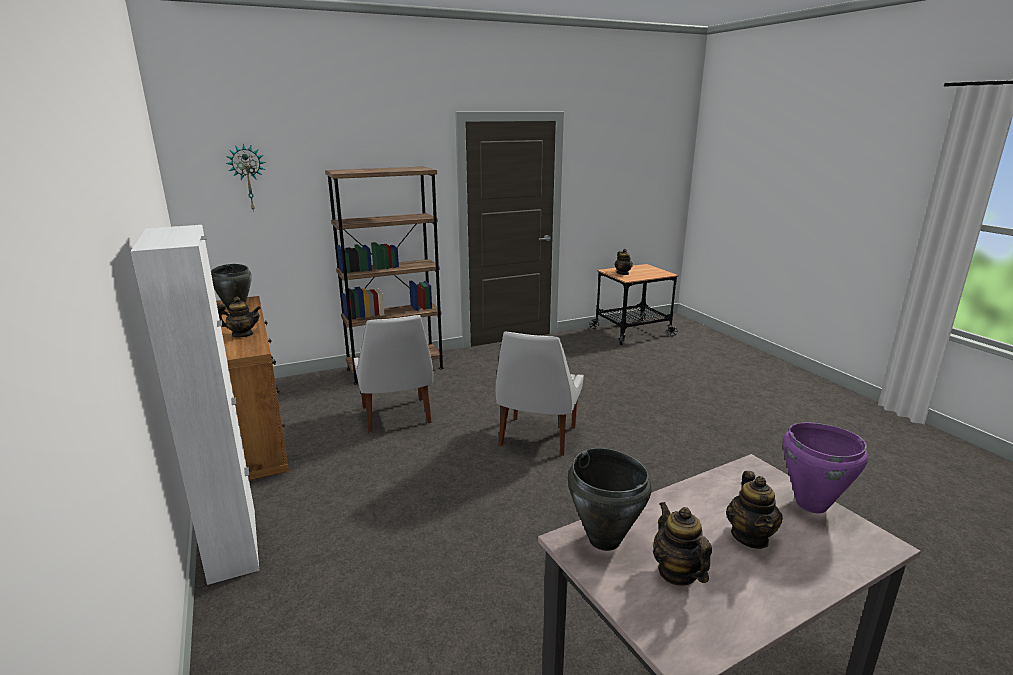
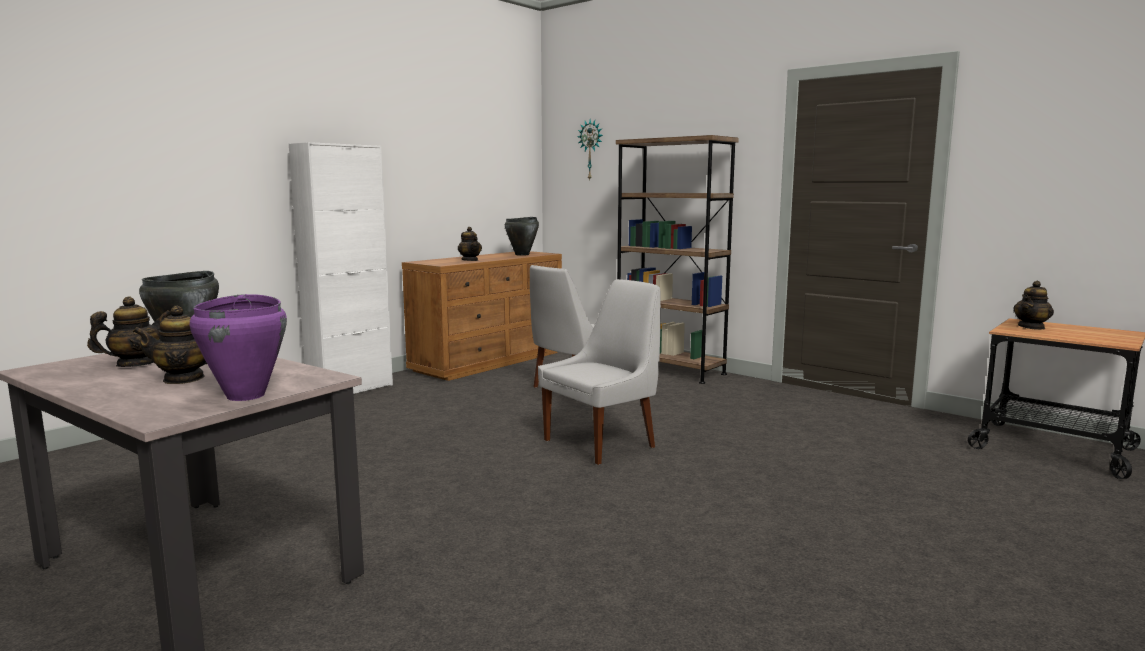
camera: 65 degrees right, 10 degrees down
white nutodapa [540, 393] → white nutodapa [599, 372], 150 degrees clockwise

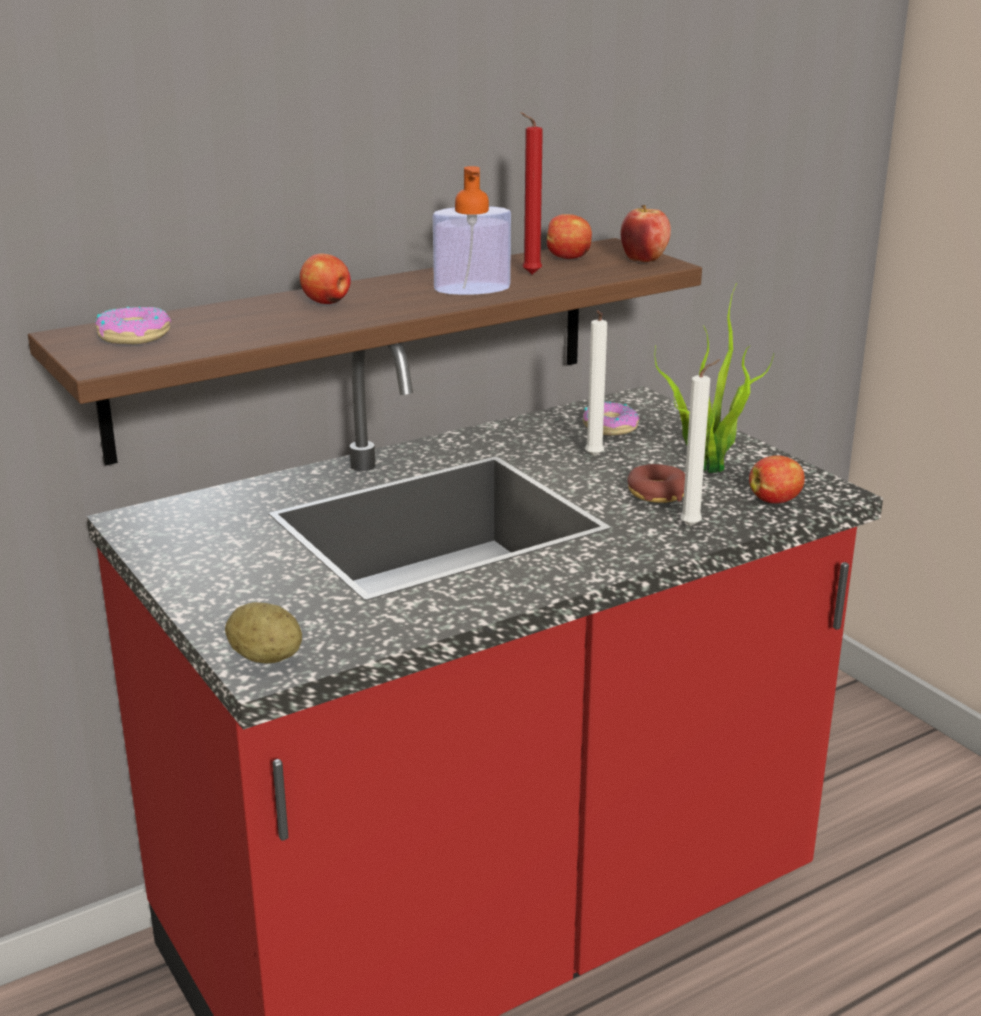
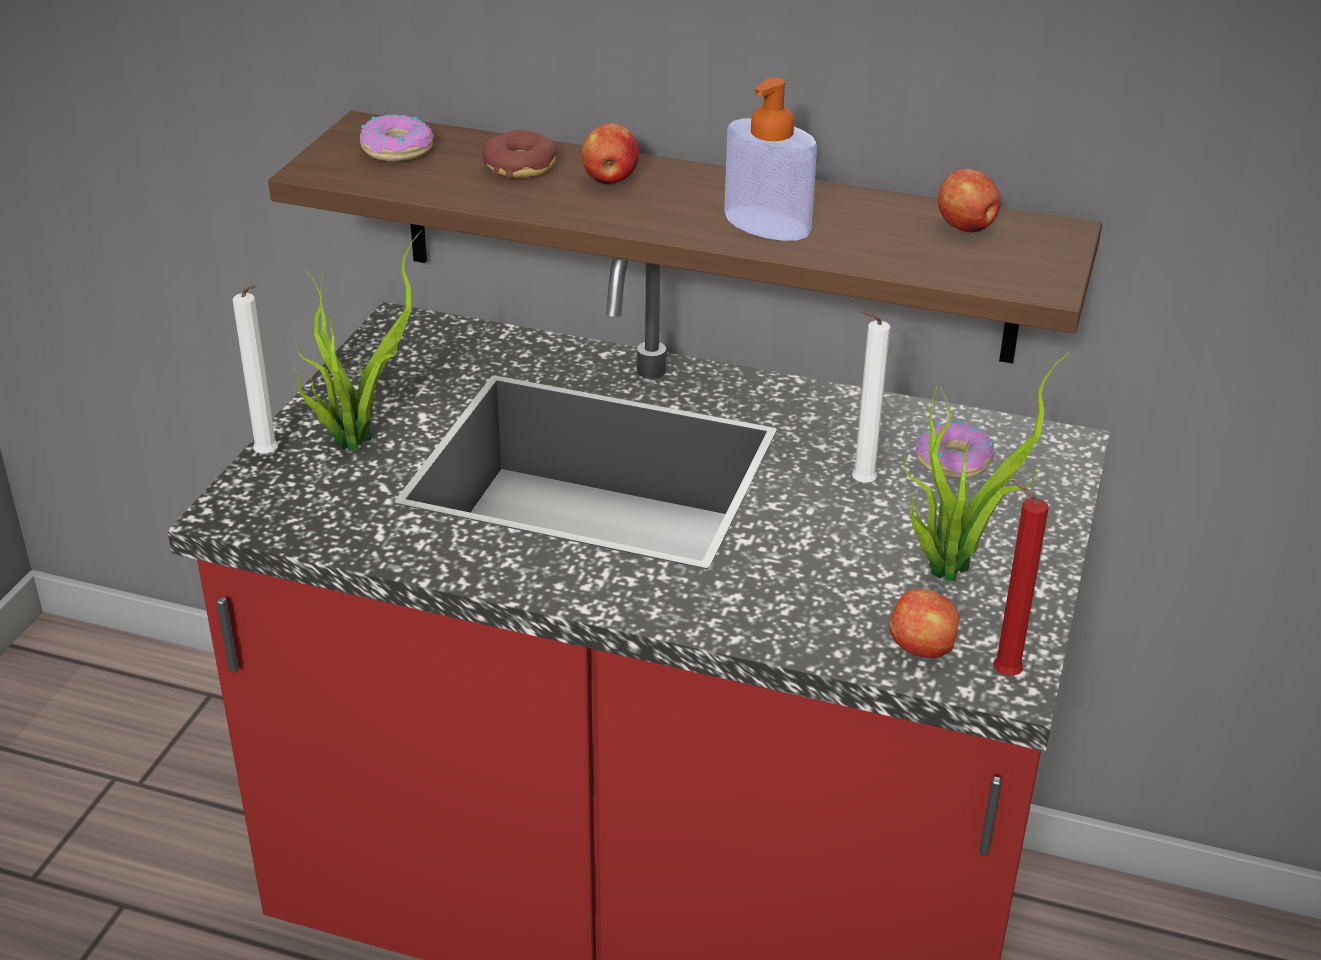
camera: 50 degrees right, 10 degrees up
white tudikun [700, 442] → white tudikun [255, 370], shifted
- → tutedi [357, 340]
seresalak [656, 483] → seresalak [519, 154], shifted
red tudikun [531, 193] → red tudikun [1021, 578], shifted
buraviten [263, 633] → -
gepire [646, 233] → -

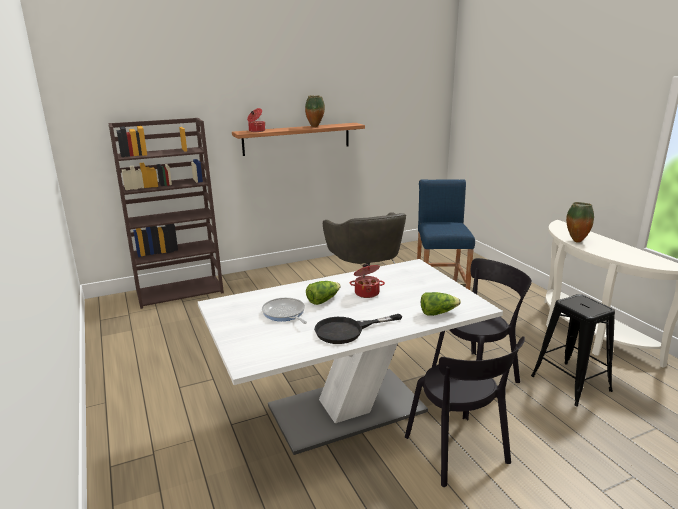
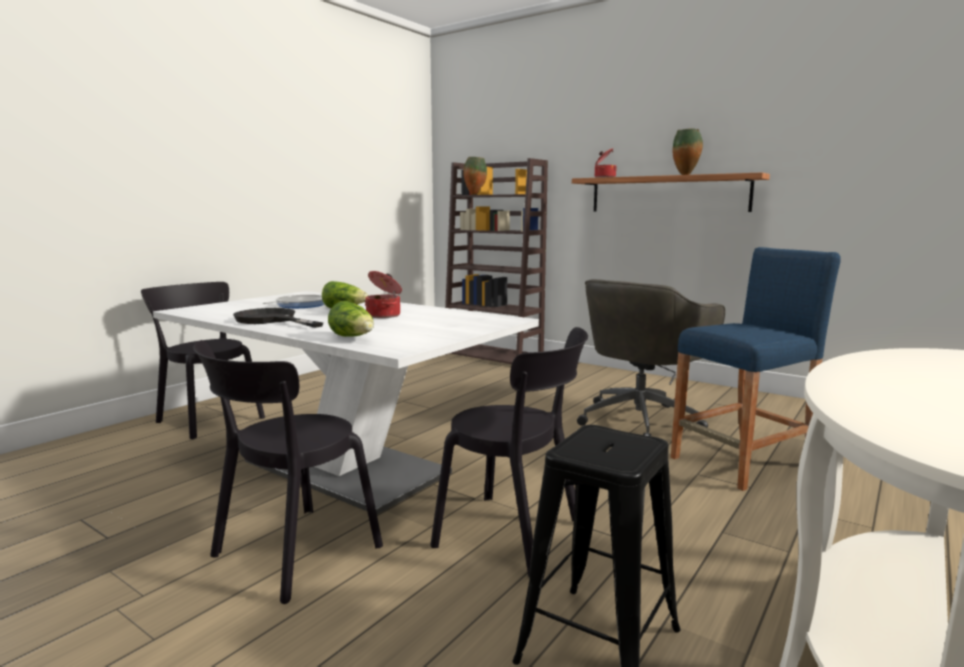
camera: 60 degrees right, 10 degrees down
- → black nutodapa [203, 360]
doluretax [580, 222] → doluretax [475, 176], shifted

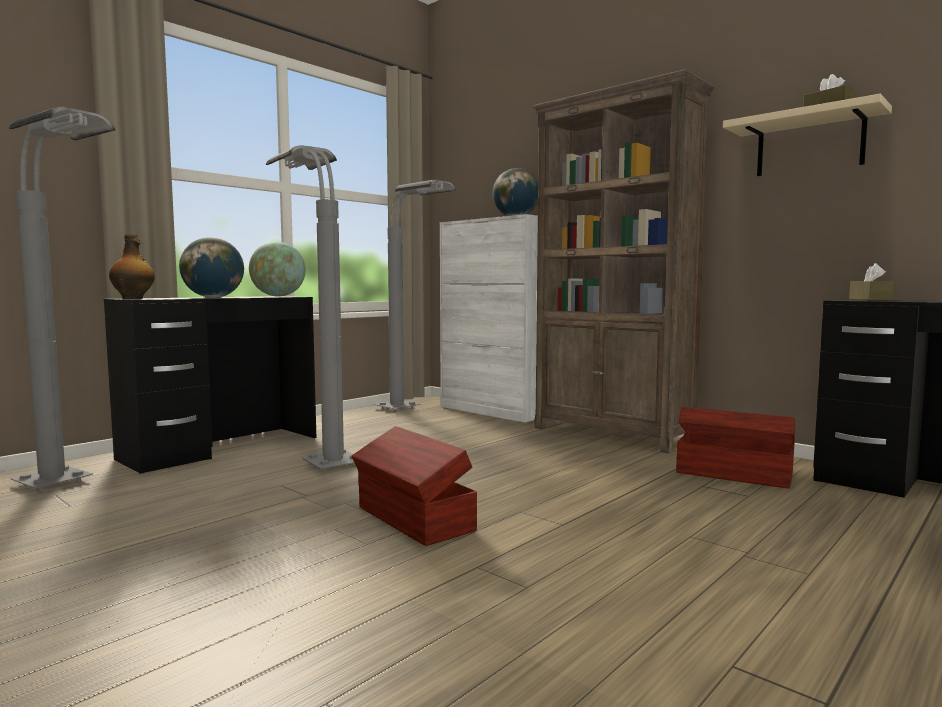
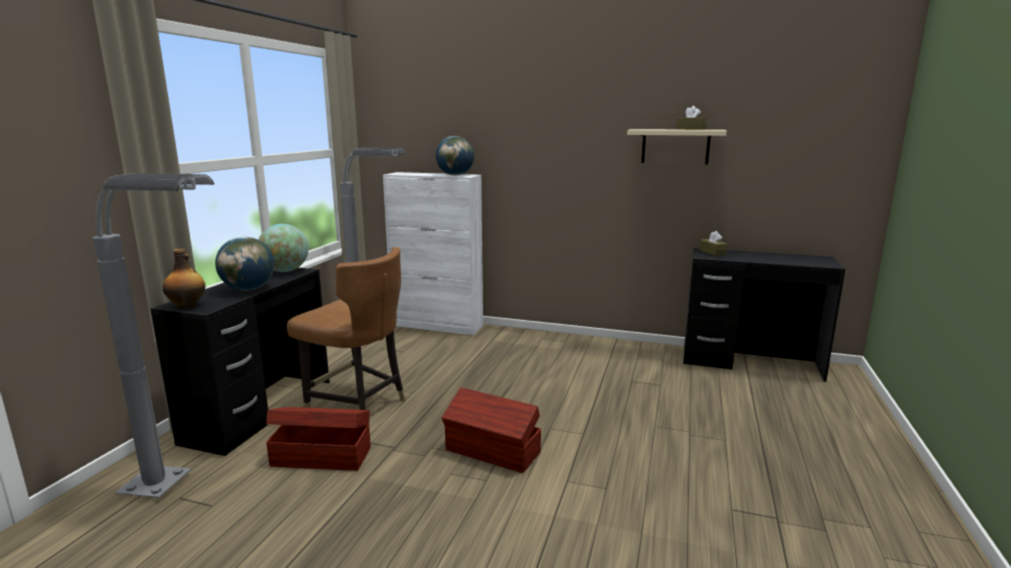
camera: 25 degrees left, 10 degrees up
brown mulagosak [735, 448] → brown mulagosak [318, 439], shifted
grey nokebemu [310, 308] → brown nutodapa [346, 328]
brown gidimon [624, 261] → -

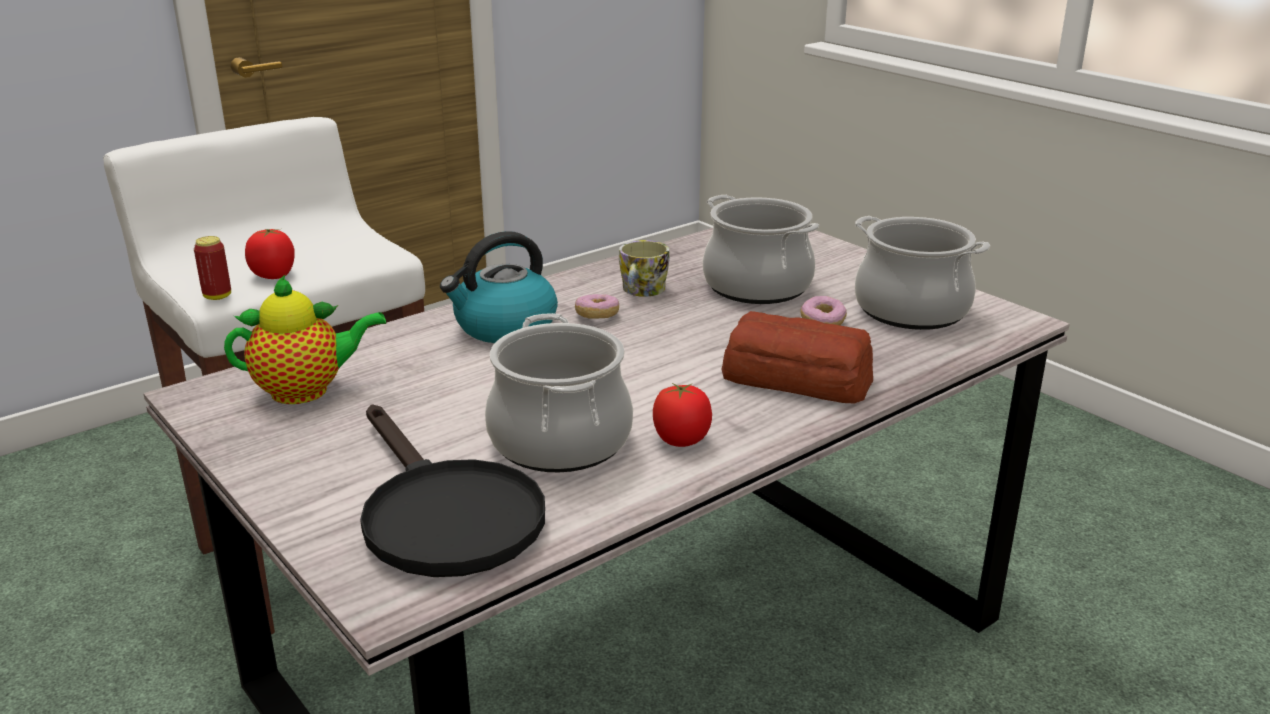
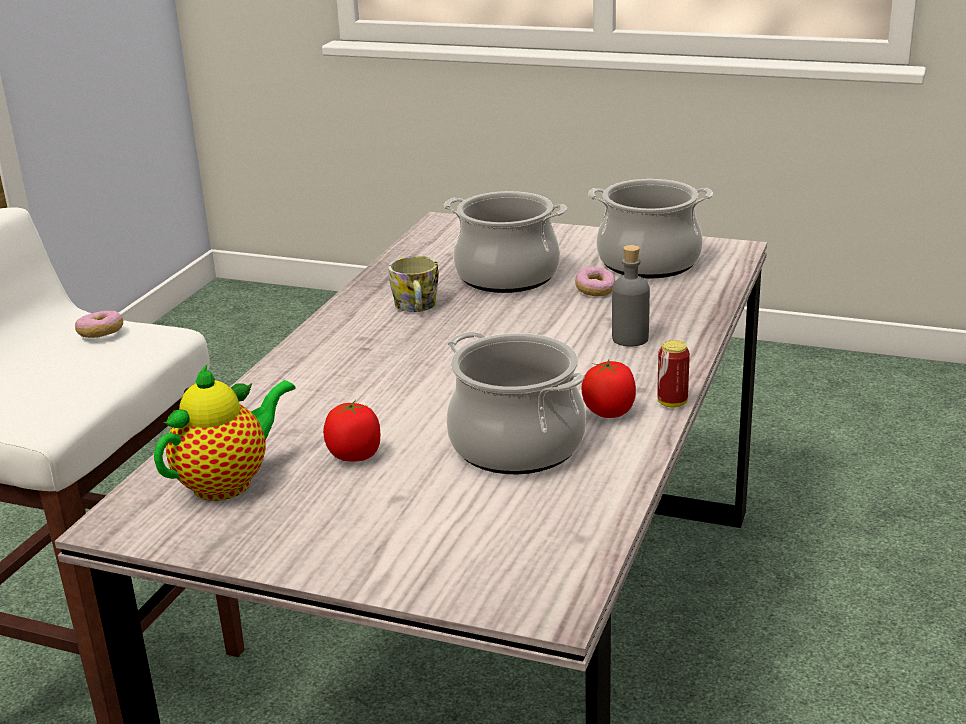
camera: 30 degrees left, 0 degrees up
seresalak [597, 306] → seresalak [99, 324], shifted
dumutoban [270, 254] → dumutoban [352, 431], shifted
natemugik [797, 357] → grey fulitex [631, 296]
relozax [212, 268] → relozax [673, 374], shifted
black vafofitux [452, 491] → -
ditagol [499, 287] → -

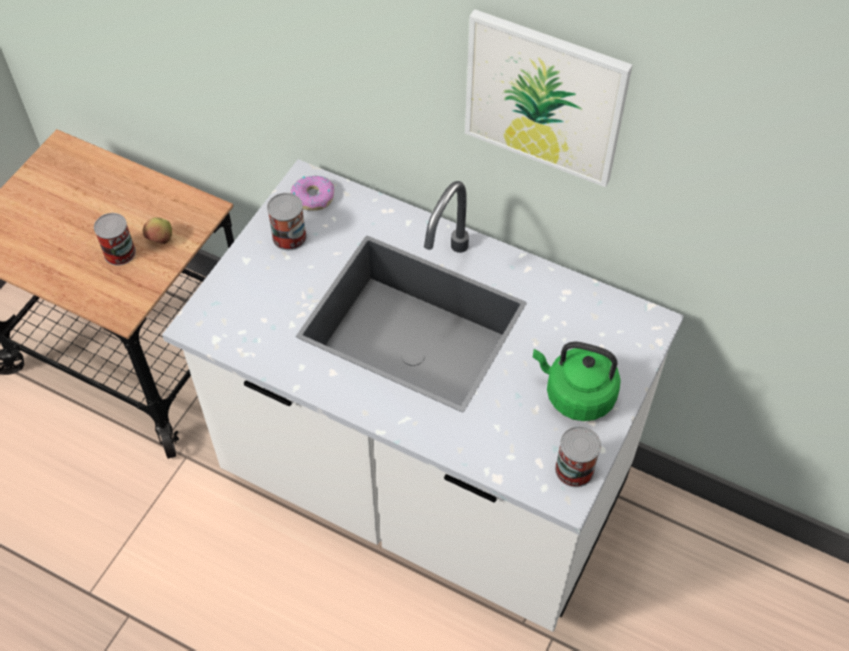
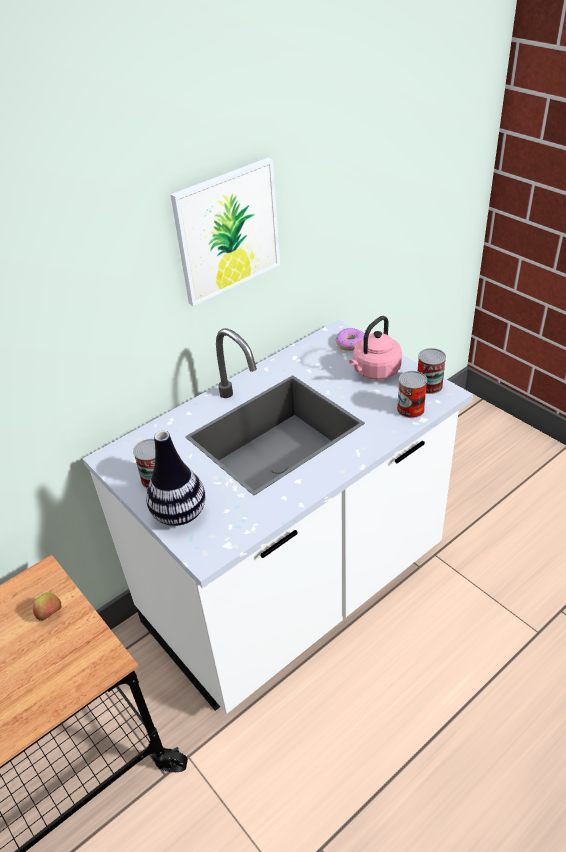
camera: 65 degrees left, 15 degrees down
- → doluretax [175, 478]
seresalak [312, 193] → seresalak [350, 339], shifted
green ditagol [577, 381] → pink ditagol [375, 348]
relozax [115, 239] → relozax [412, 394], shifted

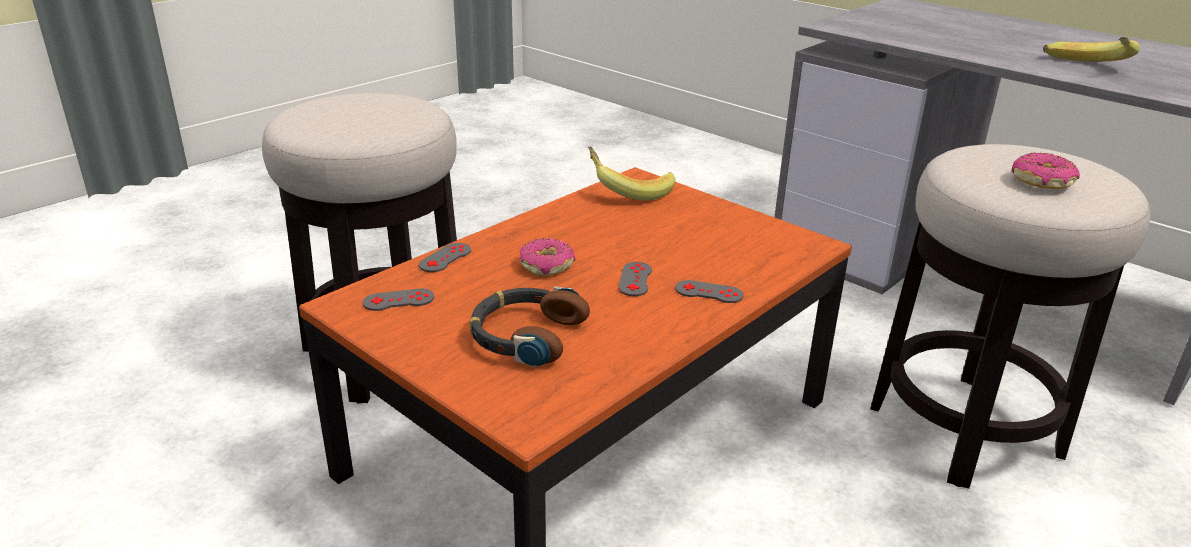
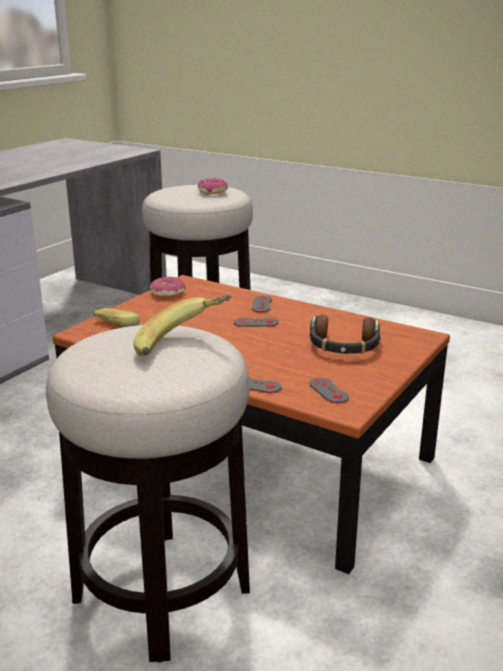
camera: 100 degrees left, 5 degrees down
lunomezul [1091, 49] → lunomezul [182, 325], shifted
seresalak [548, 257] → seresalak [167, 287], shifted

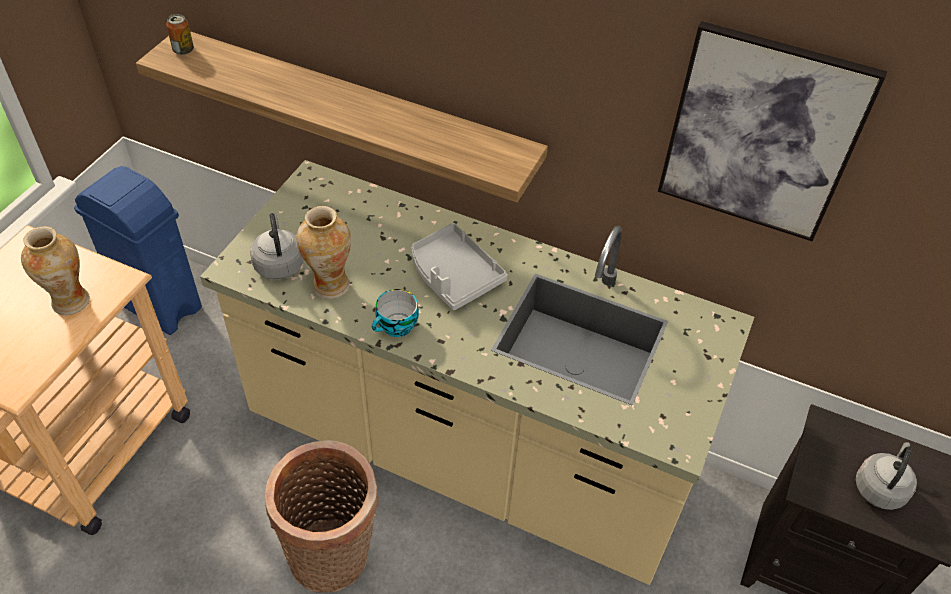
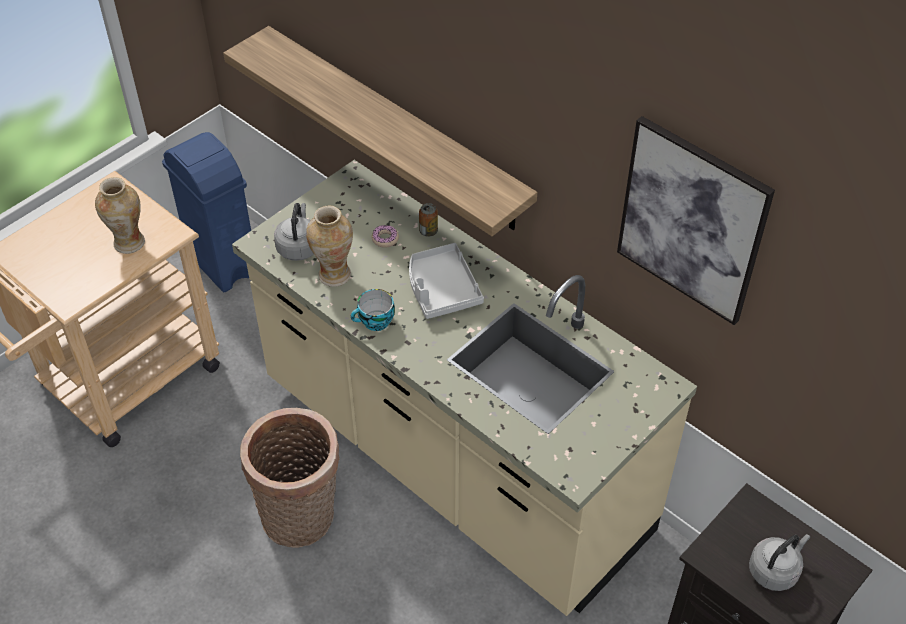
camera: 20 degrees right, 0 degrees up
- → seresalak [385, 236]
relozax [180, 34] → relozax [428, 220], shifted

